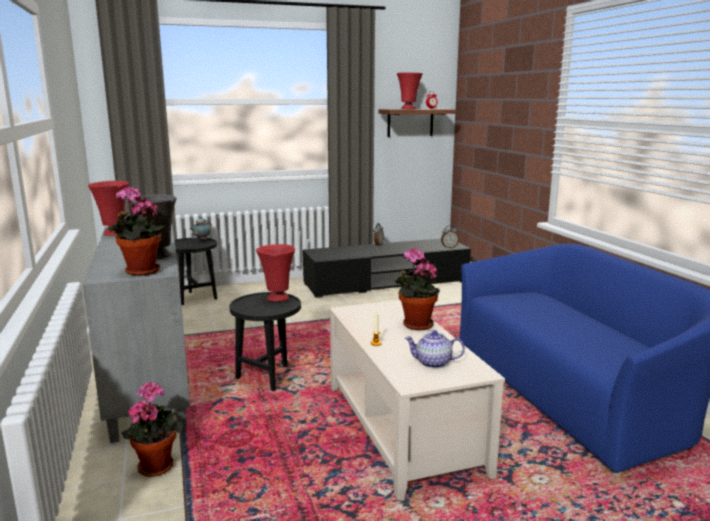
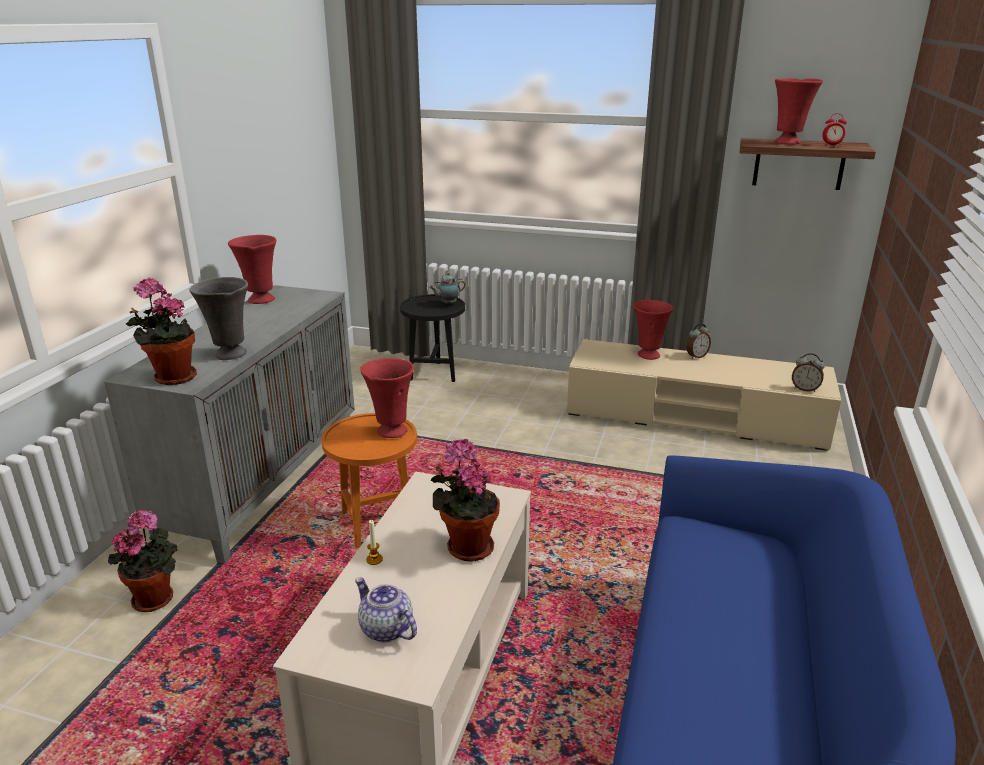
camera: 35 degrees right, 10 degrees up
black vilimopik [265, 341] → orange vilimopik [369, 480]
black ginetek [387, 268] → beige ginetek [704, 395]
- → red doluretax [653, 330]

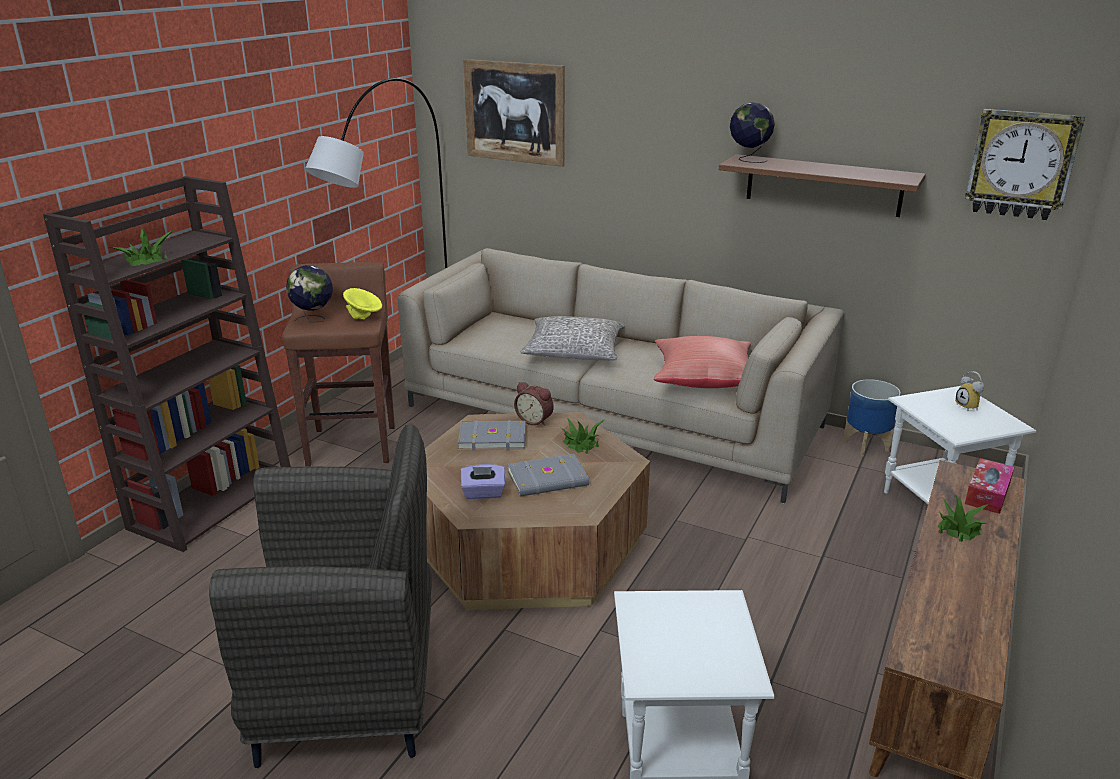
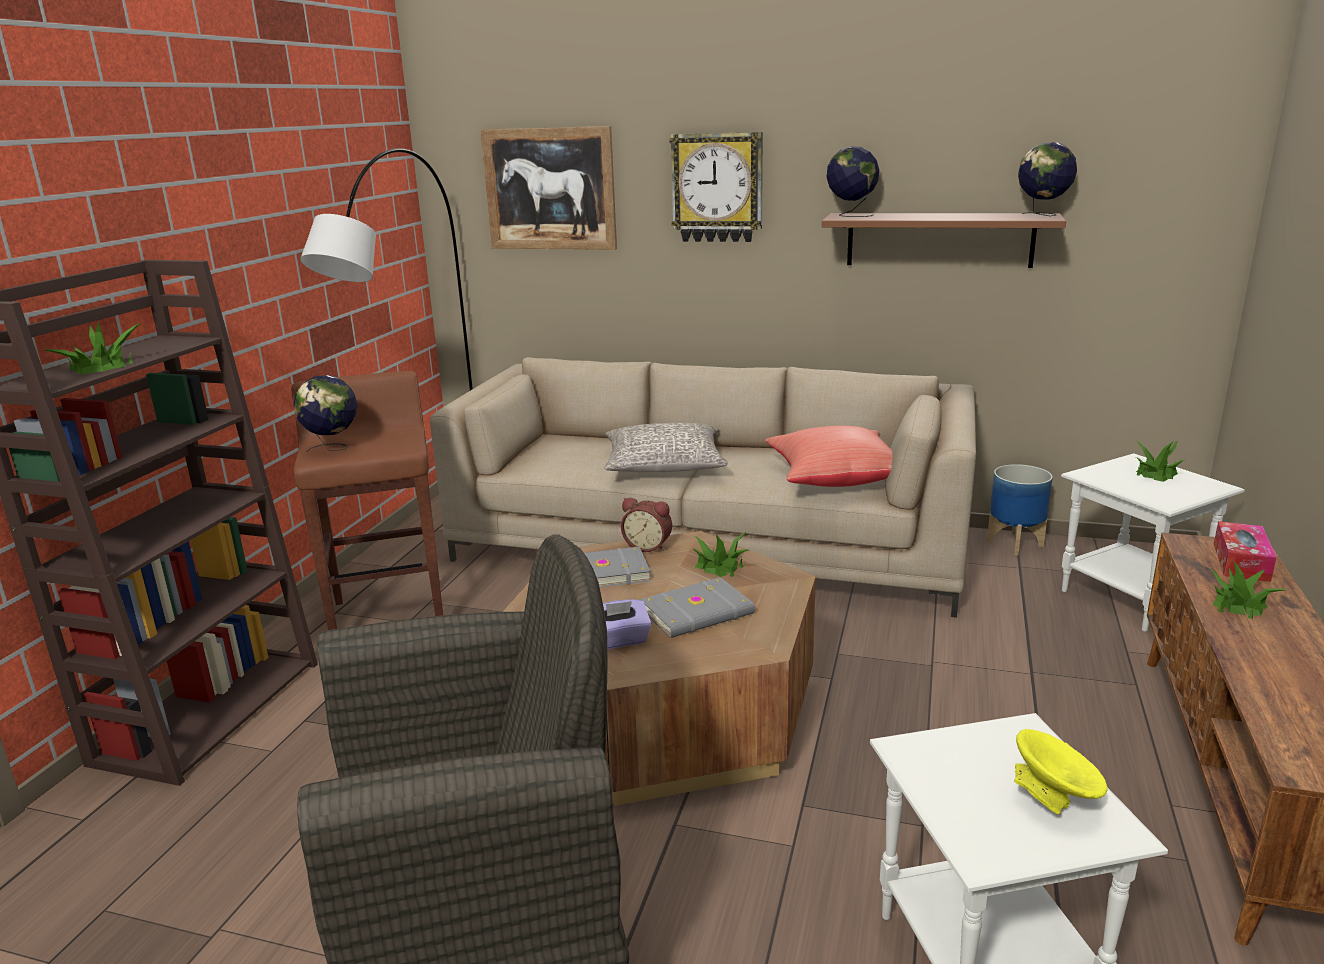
camera: 10 degrees left, 5 degrees down
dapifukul [1025, 164] → dapifukul [716, 187], shifted
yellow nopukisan [362, 303] → yellow nopukisan [1060, 771], shifted
- → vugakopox [1047, 179]
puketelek [969, 390] → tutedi [1160, 461]

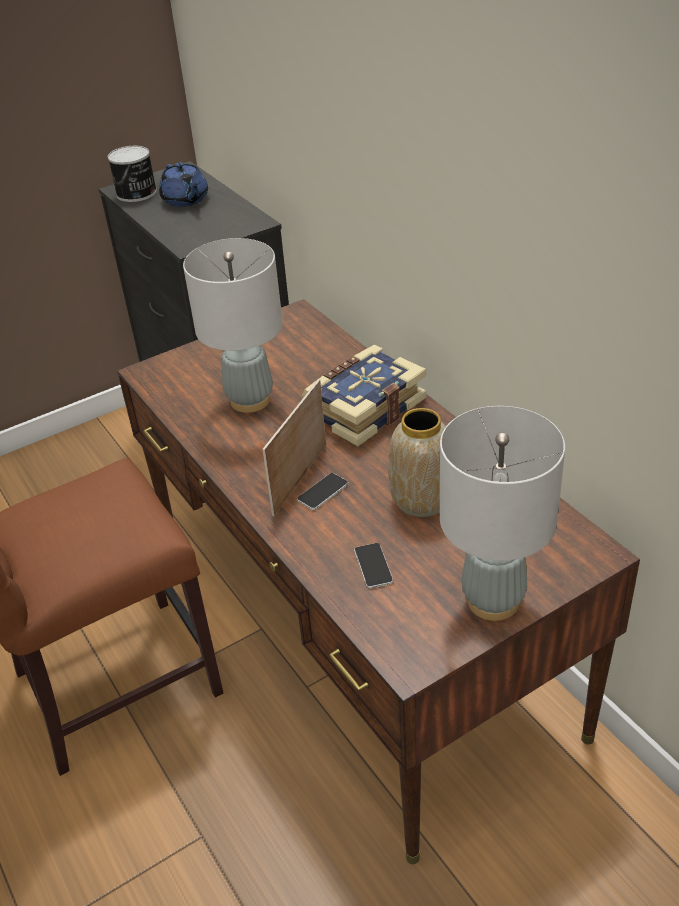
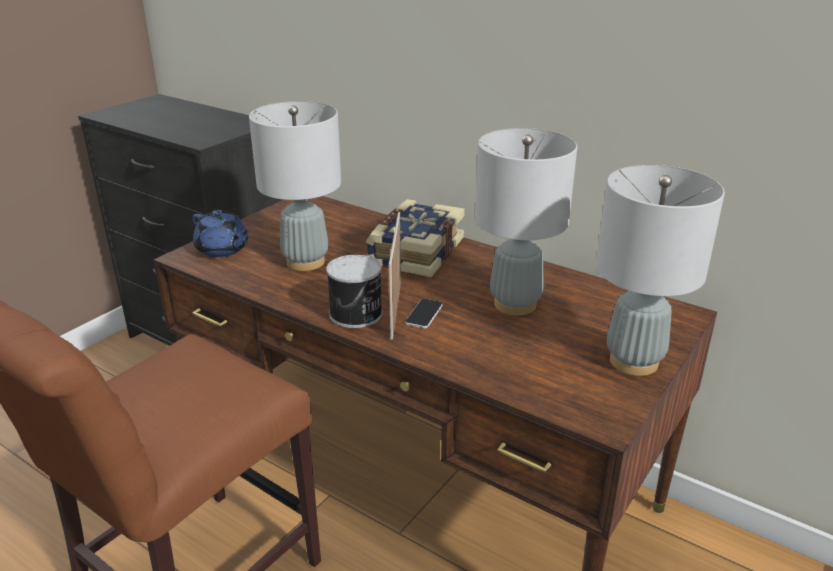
camera: 25 degrees left, 10 degrees down
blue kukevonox [183, 184] → blue kukevonox [221, 233], shifted
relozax [132, 174] → relozax [354, 291], shifted
doluretax [417, 462] → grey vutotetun [526, 221]
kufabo [373, 565] → -

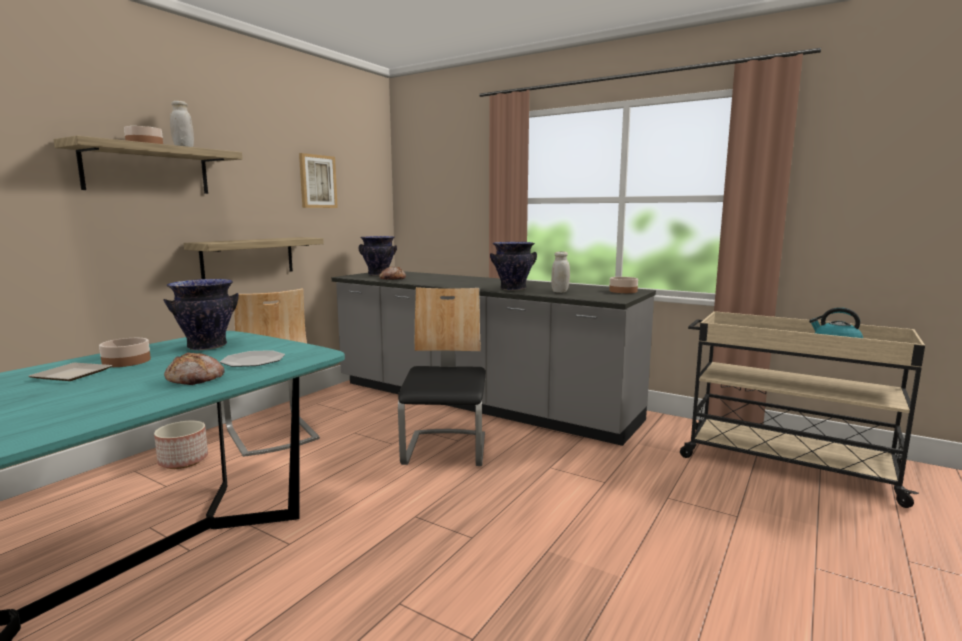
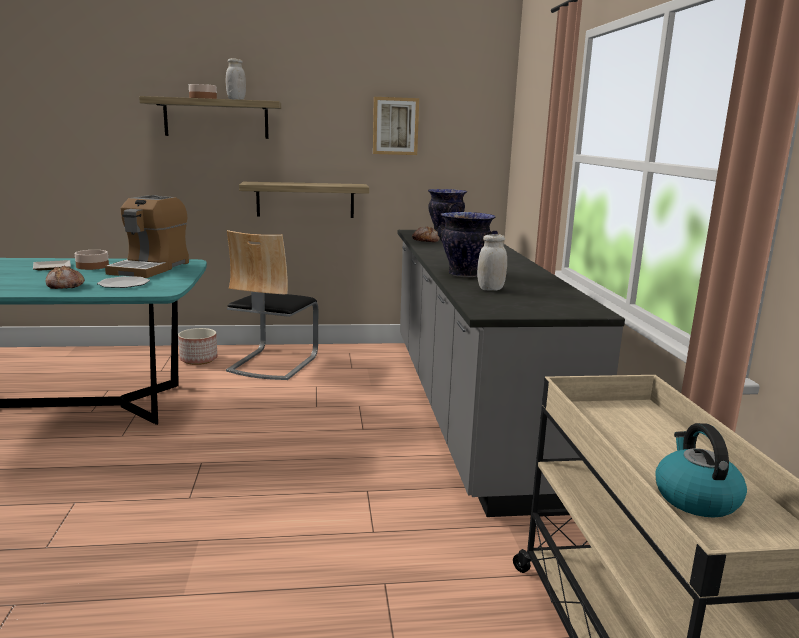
camera: 50 degrees right, 5 degrees up
doluretax [201, 314] → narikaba [147, 236]
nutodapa [442, 376] → -
nopukisan [623, 285] → -

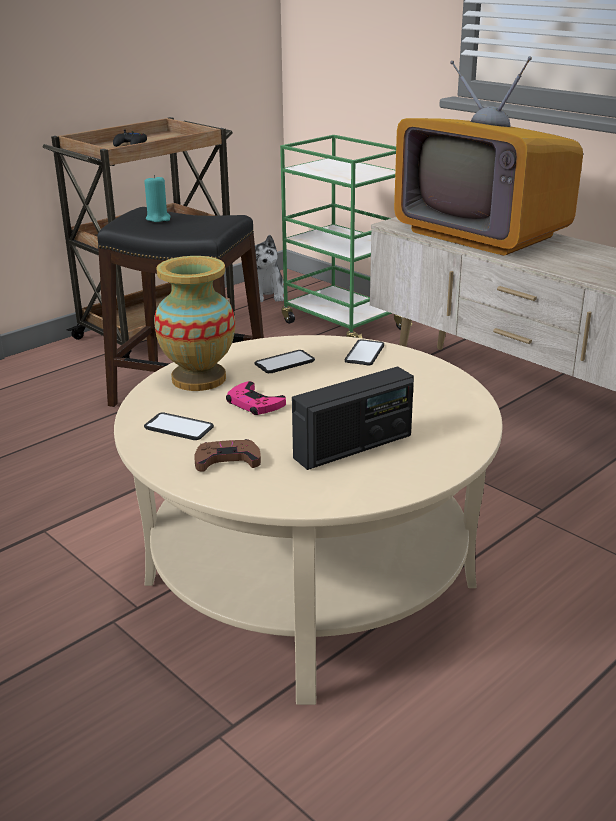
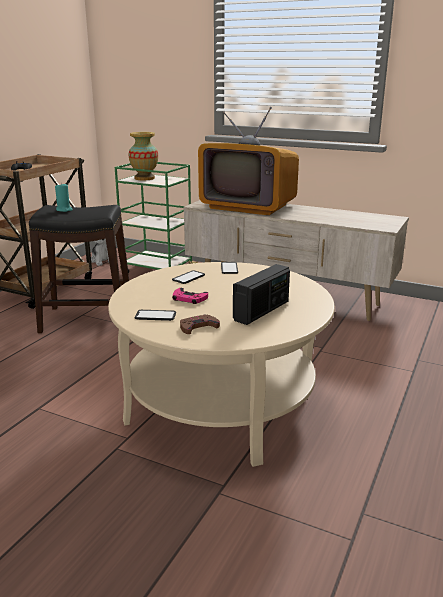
camera: 20 degrees left, 5 degrees down
doluretax [194, 323] → doluretax [143, 156], shifted

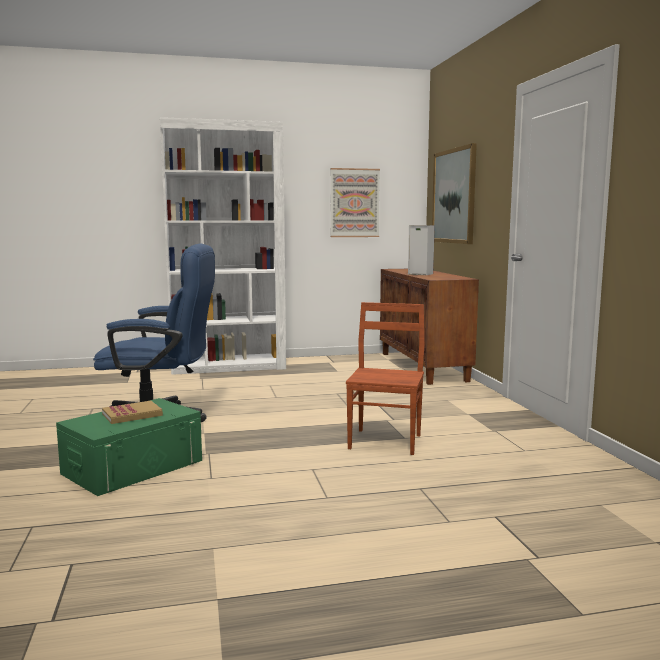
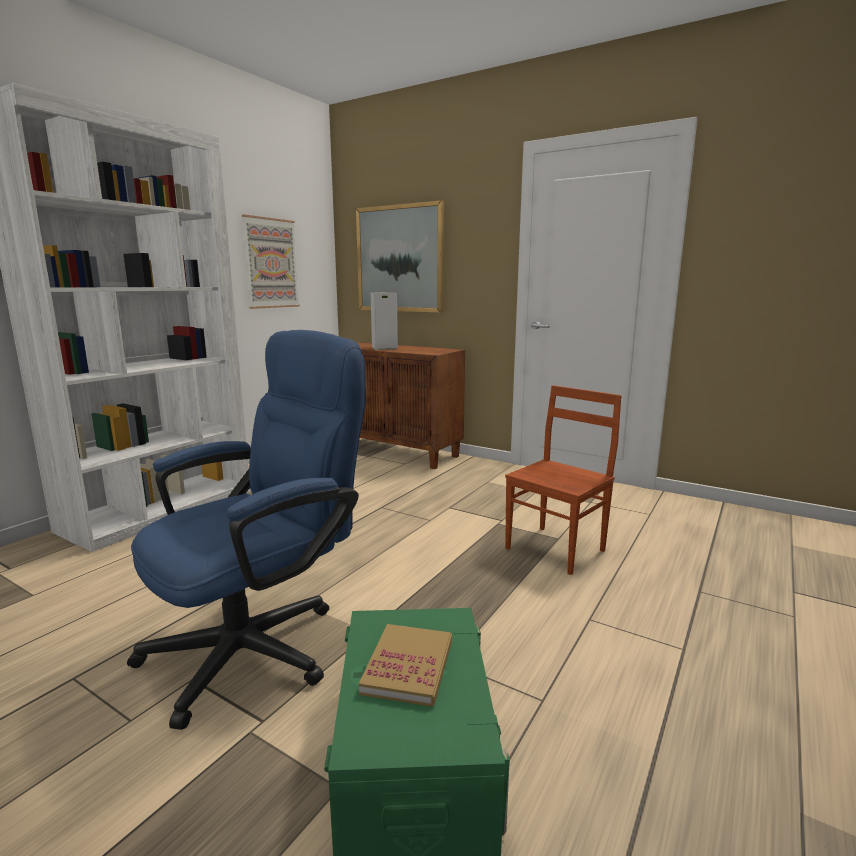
camera: 45 degrees left, 5 degrees up
brown nutodapa [385, 378] → brown nutodapa [563, 480], 75 degrees clockwise

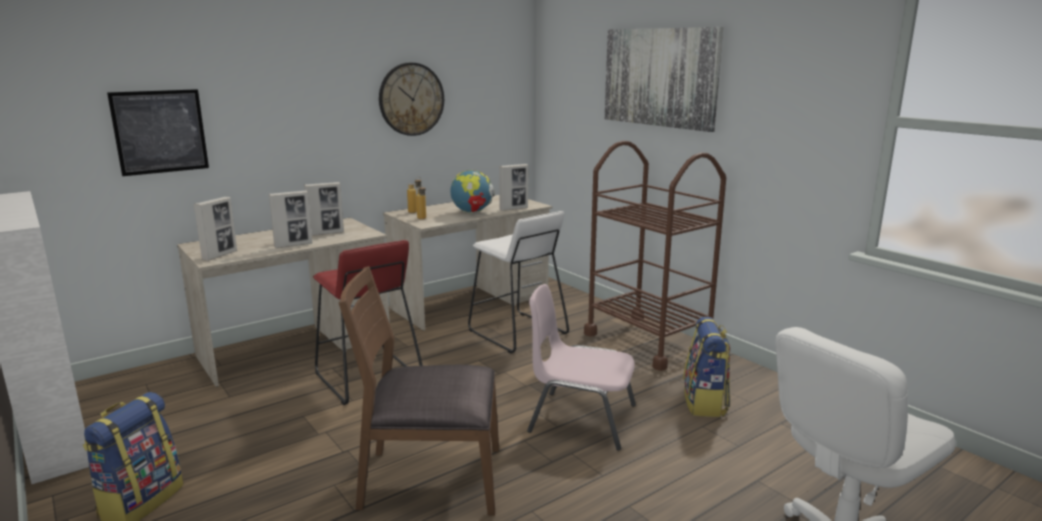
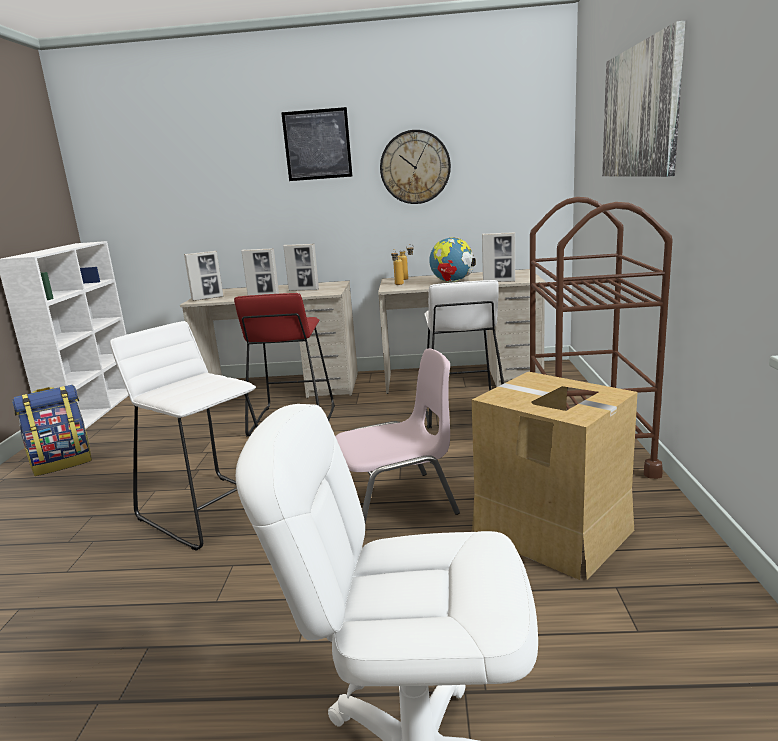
camera: 40 degrees right, 0 degrees up
brown nutodapa [419, 391] → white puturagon [184, 436]
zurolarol [158, 132] → zurolarol [316, 144], shifted
pink nutodapa [581, 367] → pink nutodapa [397, 436], 105 degrees clockwise
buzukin [706, 367] → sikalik [555, 475]

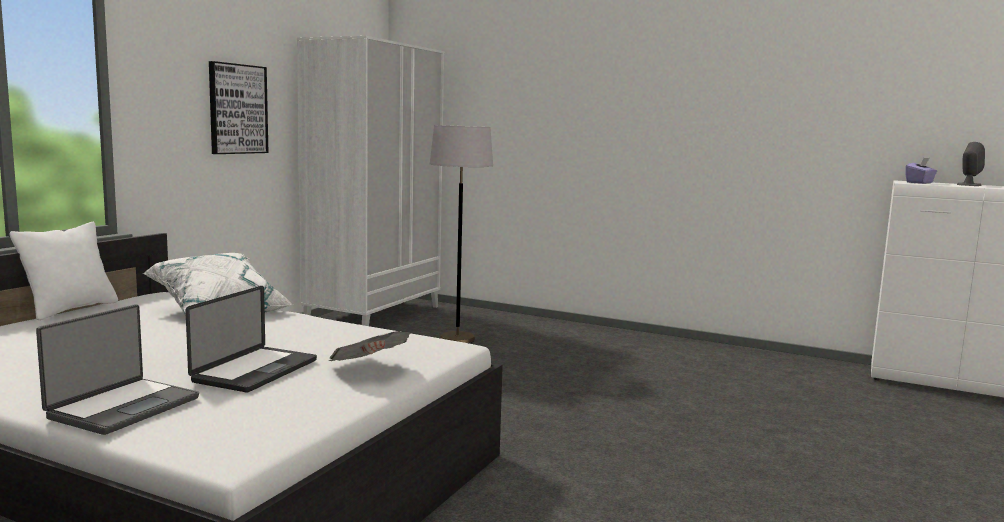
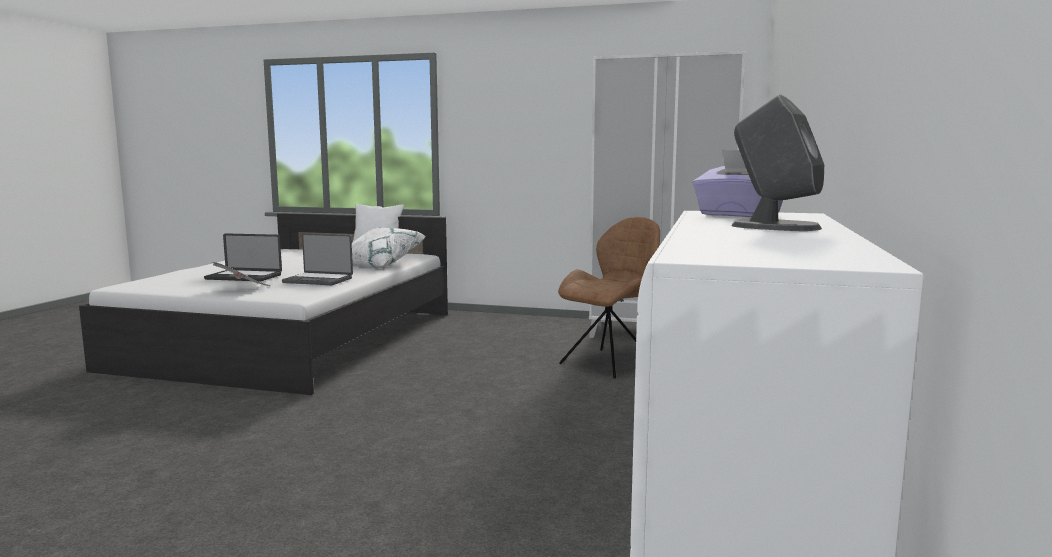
camera: 80 degrees right, 0 degrees up
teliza [117, 369] → teliza [317, 259], shifted
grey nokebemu [461, 234] → brown nutodapa [609, 298]
zurolarol [238, 107] → -

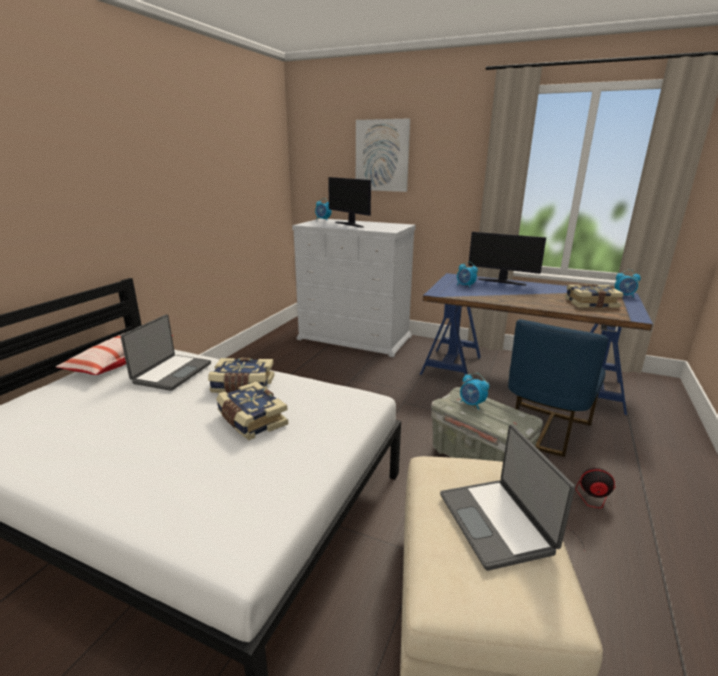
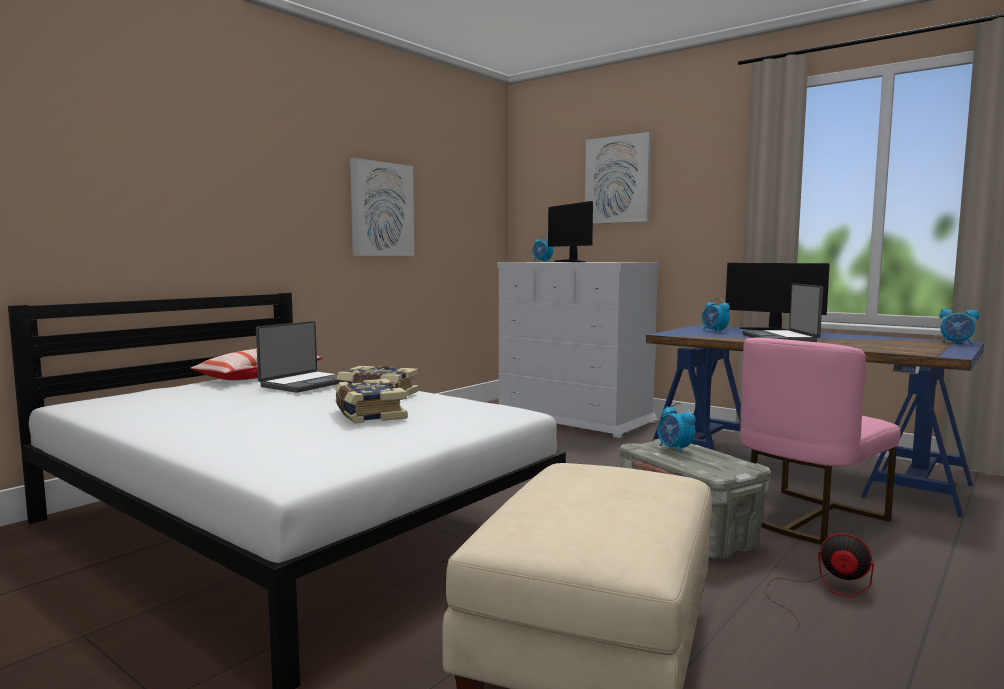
camera: 15 degrees right, 15 degrees down
- → zurolarol [382, 207]
blue nutodapa [558, 388] → pink nutodapa [820, 441]
teliza [507, 498] → teliza [782, 312], shifted
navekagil [594, 296] → -

